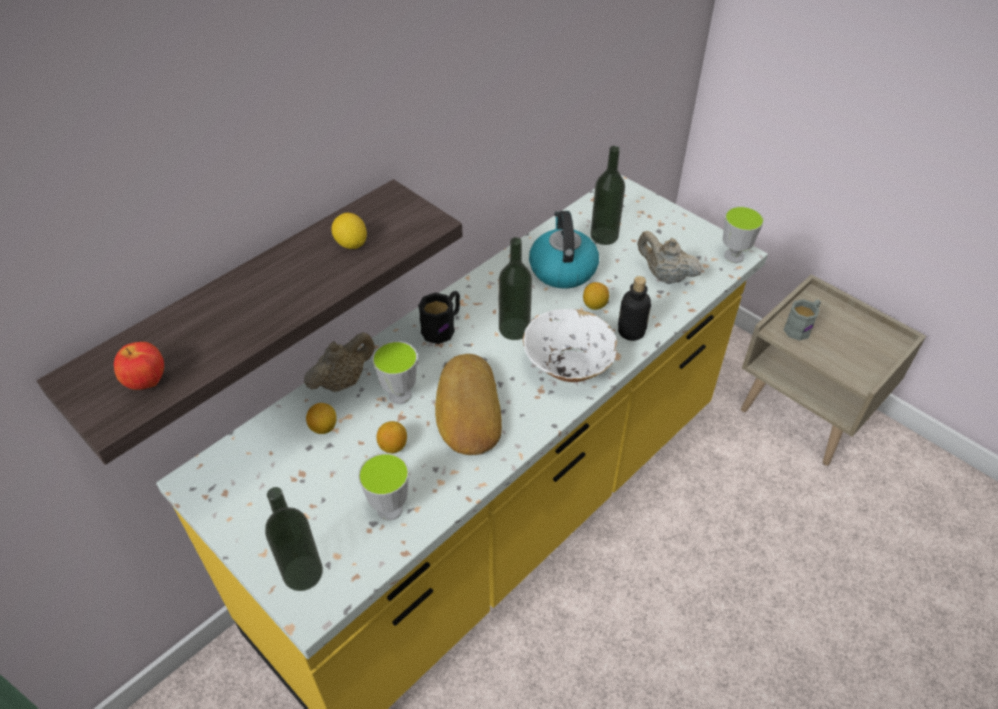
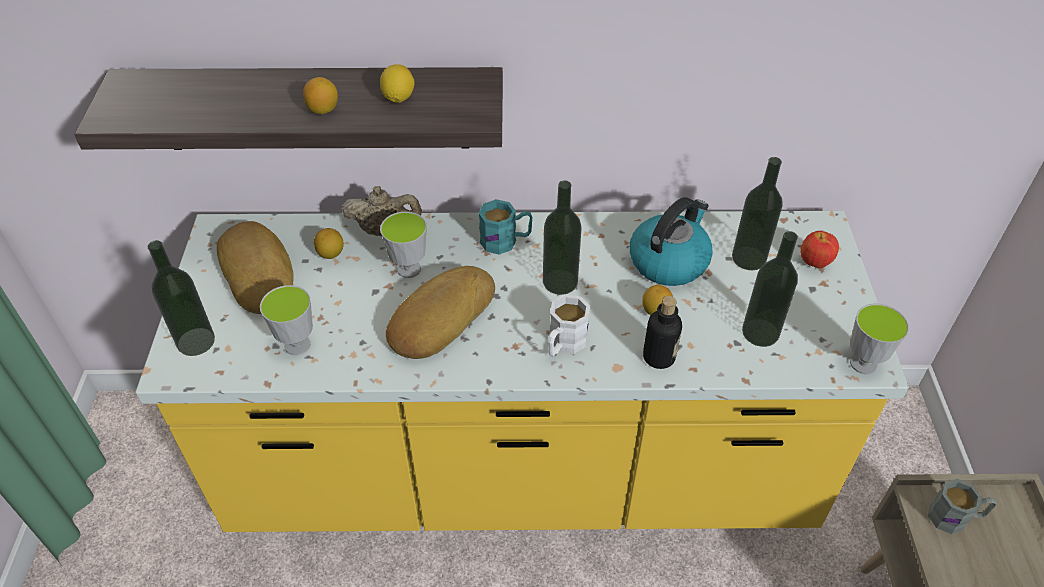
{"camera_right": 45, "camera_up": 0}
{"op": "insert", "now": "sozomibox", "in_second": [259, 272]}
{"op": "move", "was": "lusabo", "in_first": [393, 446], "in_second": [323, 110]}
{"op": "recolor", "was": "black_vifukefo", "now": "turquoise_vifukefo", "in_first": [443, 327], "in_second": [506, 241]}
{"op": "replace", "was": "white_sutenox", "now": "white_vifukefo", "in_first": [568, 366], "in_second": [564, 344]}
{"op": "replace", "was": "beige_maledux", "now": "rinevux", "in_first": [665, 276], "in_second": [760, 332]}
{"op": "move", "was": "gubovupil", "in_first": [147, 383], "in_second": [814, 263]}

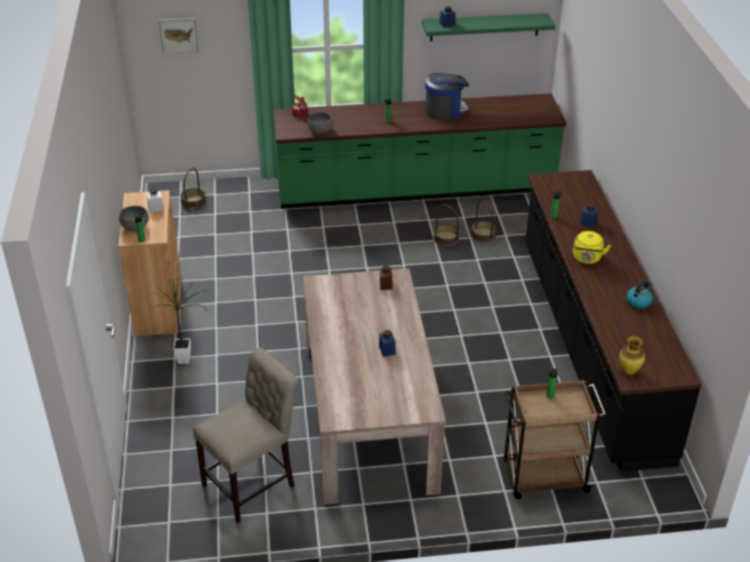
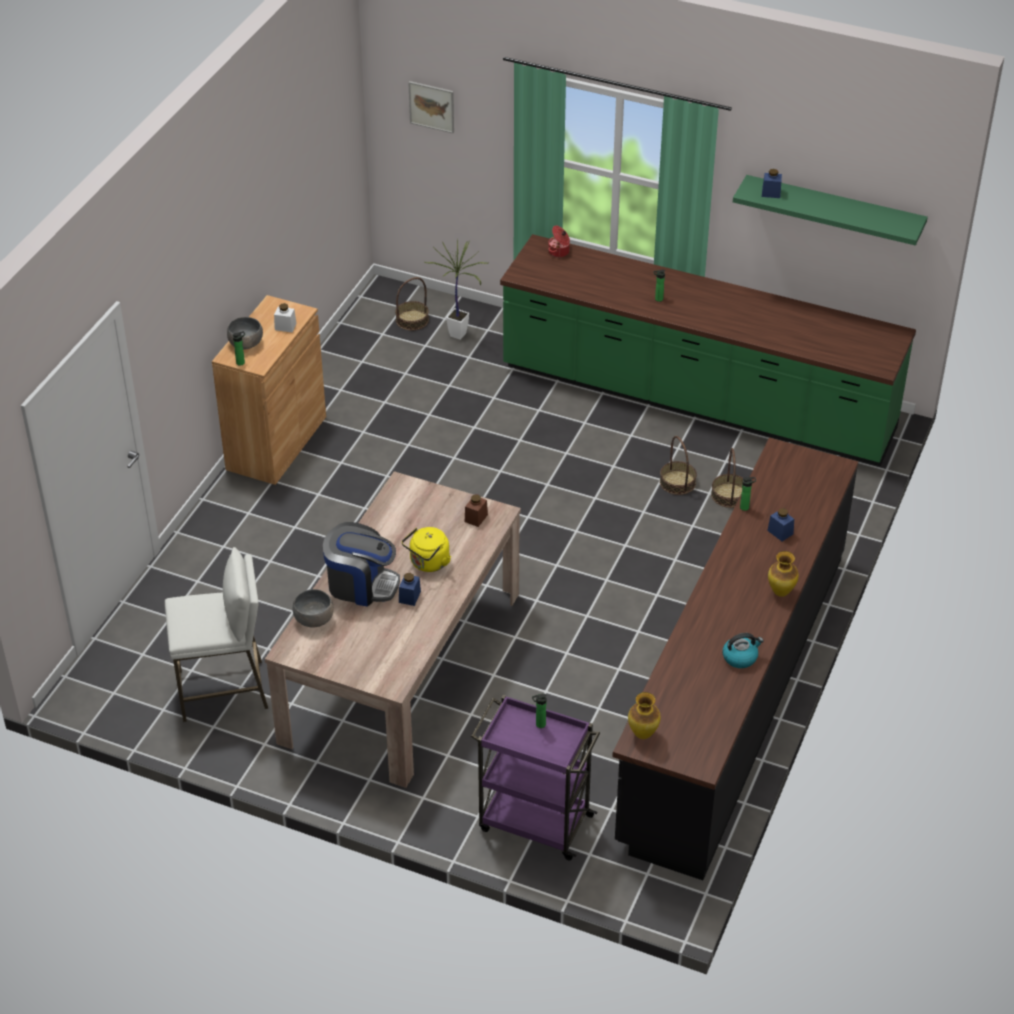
{"camera_right": 30, "camera_up": 5}
{"op": "replace", "was": "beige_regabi", "now": "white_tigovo", "in_first": [253, 484], "in_second": [223, 690]}
{"op": "move", "was": "grey_sutenox", "in_first": [320, 131], "in_second": [314, 619]}
{"op": "move", "was": "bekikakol", "in_first": [445, 111], "in_second": [361, 585]}
{"op": "move", "was": "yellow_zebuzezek", "in_first": [587, 259], "in_second": [428, 563]}
{"op": "move", "was": "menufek", "in_first": [187, 361], "in_second": [460, 337]}
{"op": "recolor", "was": "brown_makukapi", "now": "purple_makukapi", "in_first": [543, 478], "in_second": [533, 822]}
{"op": "insert", "now": "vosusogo", "in_second": [780, 592]}

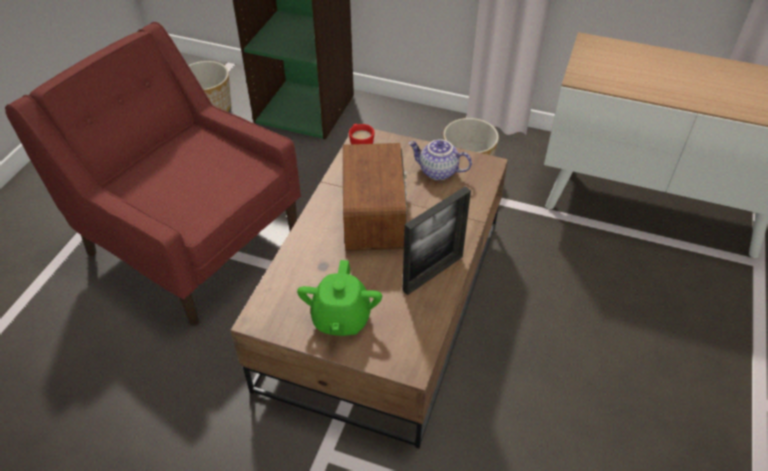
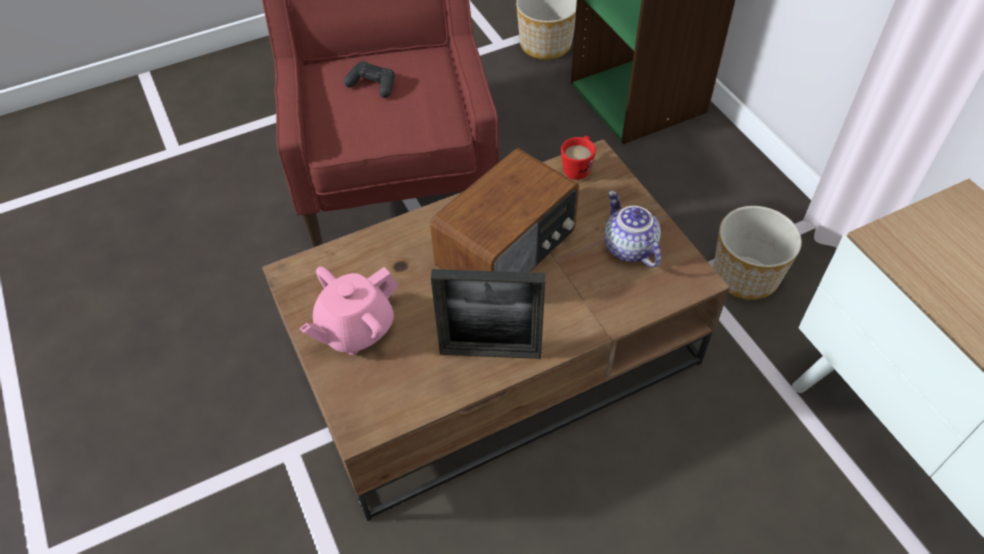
{"camera_right": 45, "camera_up": 5}
{"op": "recolor", "was": "green_maledux", "now": "pink_maledux", "in_first": [341, 319], "in_second": [355, 329]}
{"op": "insert", "now": "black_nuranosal", "in_second": [372, 85]}

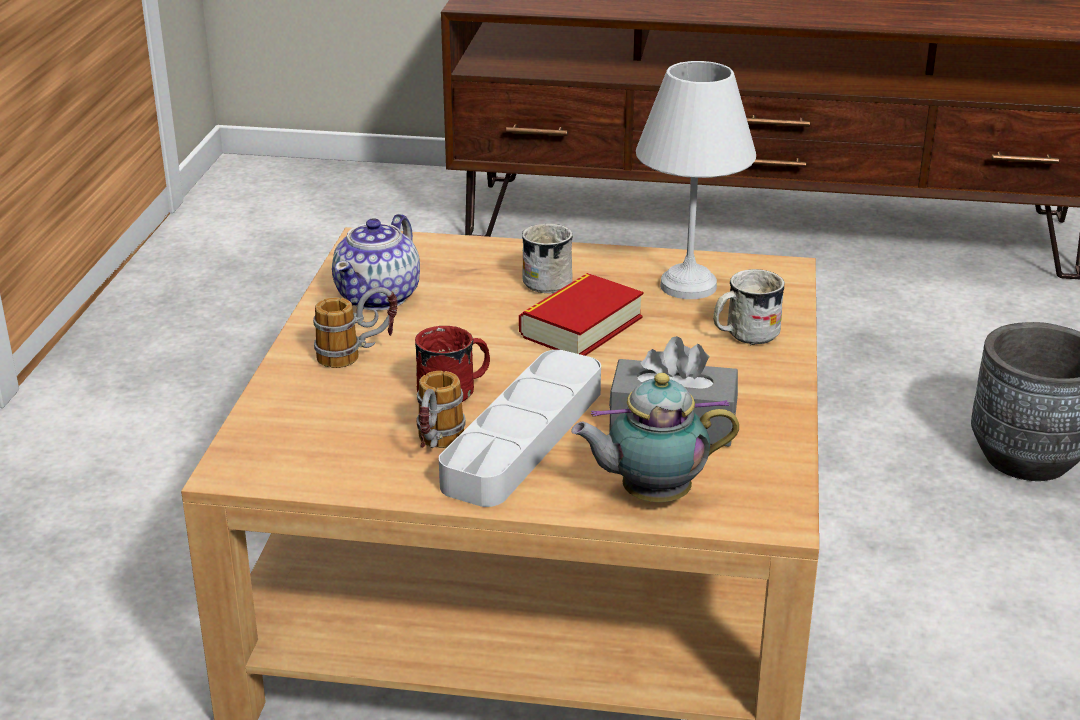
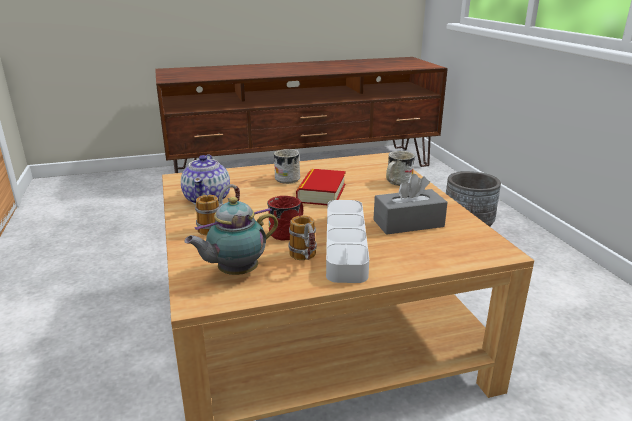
{"camera_right": -25, "camera_up": -5}
{"op": "move", "was": "maledux", "in_first": [650, 495], "in_second": [235, 273]}
{"op": "delete", "was": "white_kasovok", "in_first": [691, 286]}

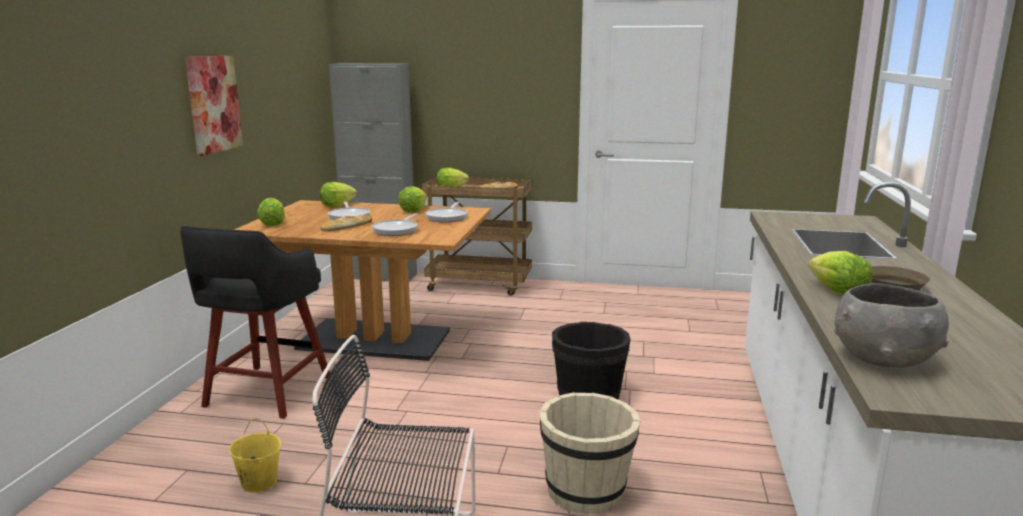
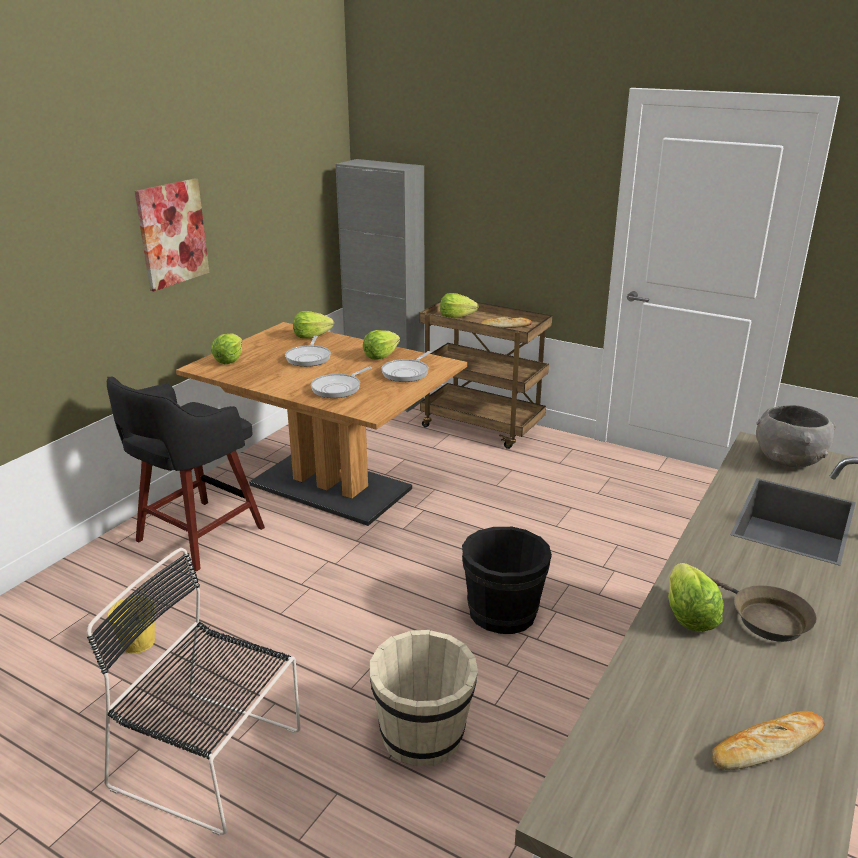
{"camera_right": 20, "camera_up": 10}
{"op": "move", "was": "sozomibox", "in_first": [346, 227], "in_second": [766, 745]}
{"op": "move", "was": "grey_sutenox", "in_first": [882, 359], "in_second": [788, 460]}

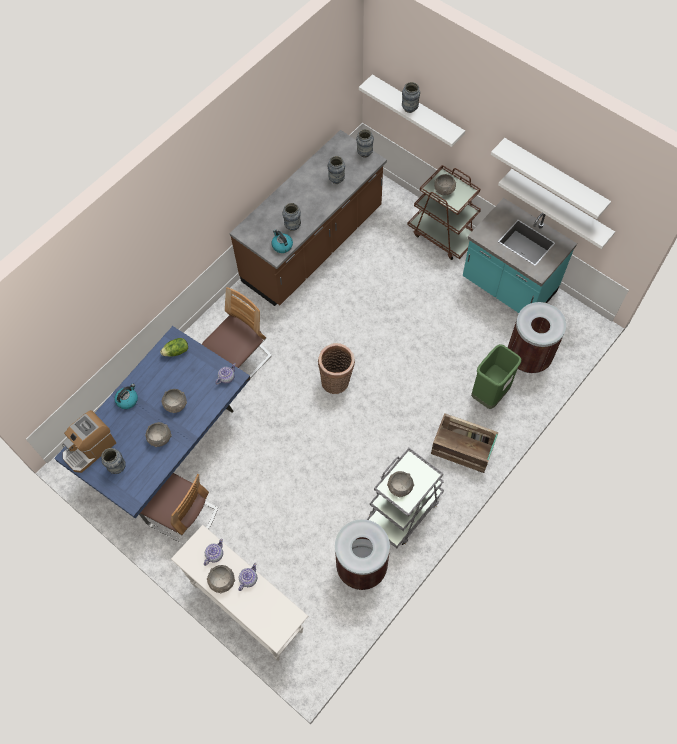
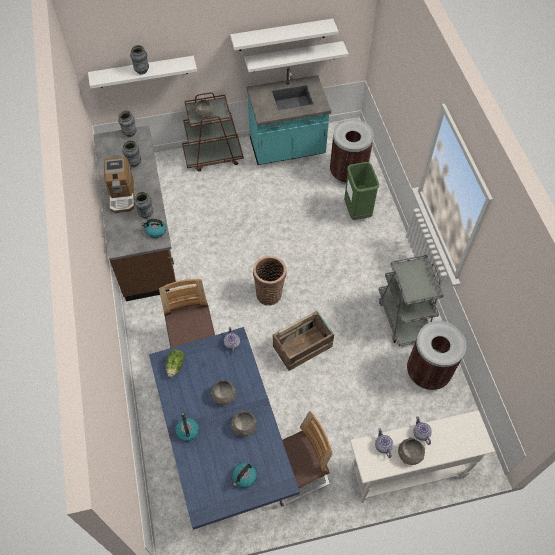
{"camera_right": -55, "camera_up": -5}
{"op": "move", "was": "bekikakol", "in_first": [90, 449], "in_second": [122, 195]}
{"op": "replace", "was": "vosusogo", "now": "zebuzezek", "in_first": [117, 467], "in_second": [244, 477]}
{"op": "move", "was": "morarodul", "in_first": [463, 449], "in_second": [303, 346]}
{"op": "delete", "was": "grey_sutenox", "in_first": [399, 487]}

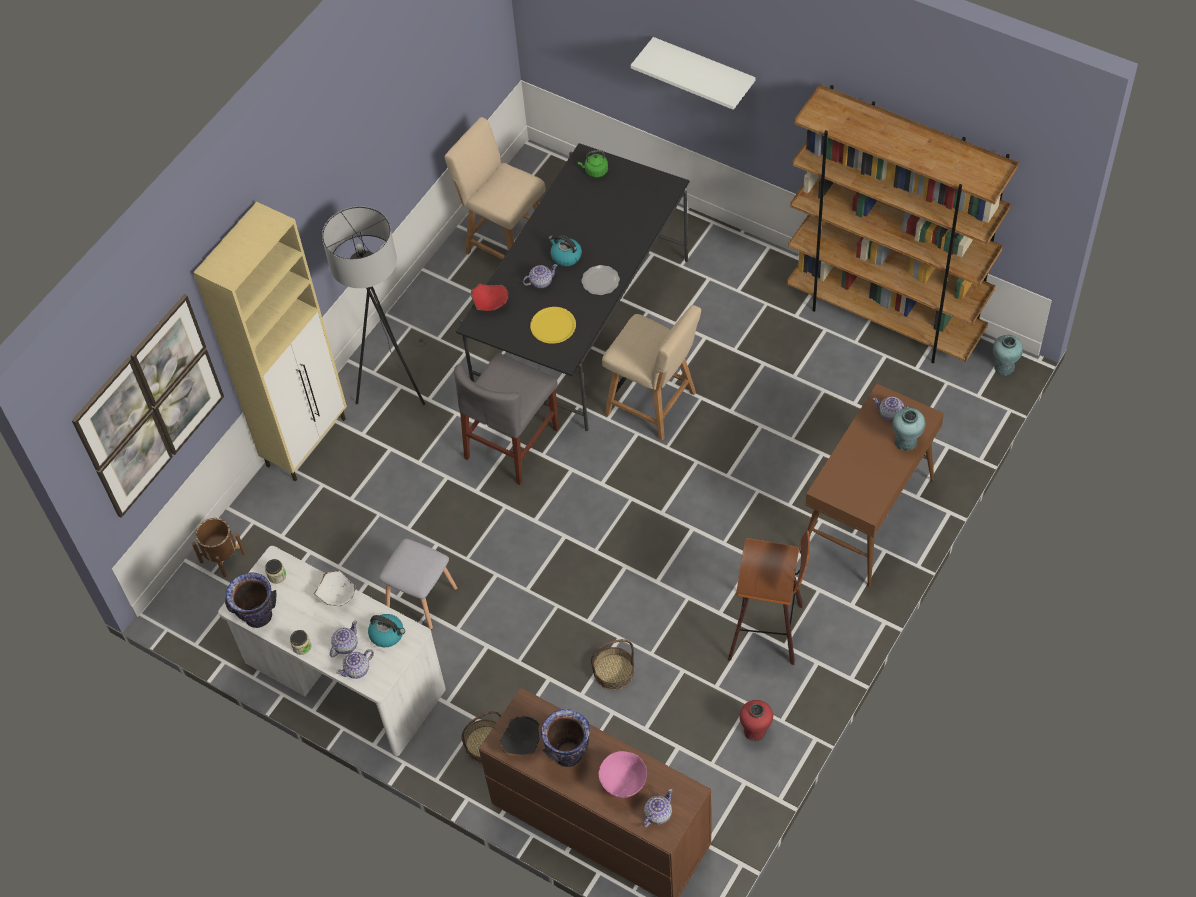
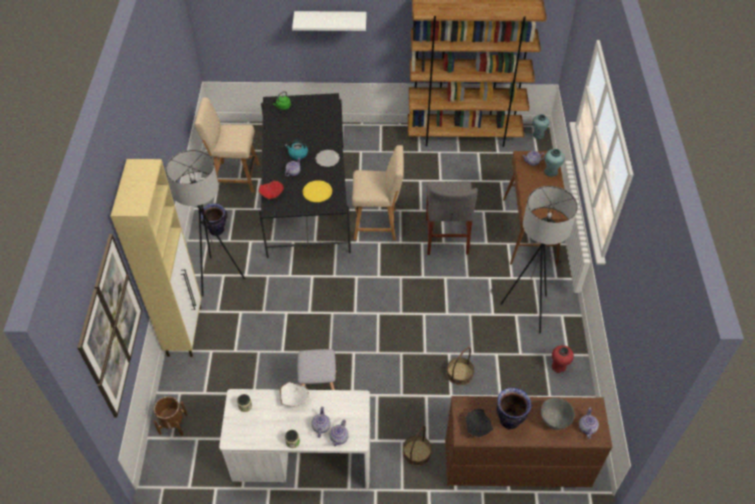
{"camera_right": -35, "camera_up": -5}
{"op": "move", "was": "vosusogo", "in_first": [258, 616], "in_second": [216, 230]}
{"op": "move", "was": "grey_regabi", "in_first": [512, 443], "in_second": [446, 236]}
{"op": "replace", "was": "tigovo", "now": "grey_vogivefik", "in_first": [768, 629], "in_second": [524, 310]}
{"op": "recolor", "was": "pink_sutenox", "now": "grey_sutenox", "in_first": [624, 784], "in_second": [555, 421]}
{"op": "delete", "was": "zebuzezek", "in_first": [387, 634]}

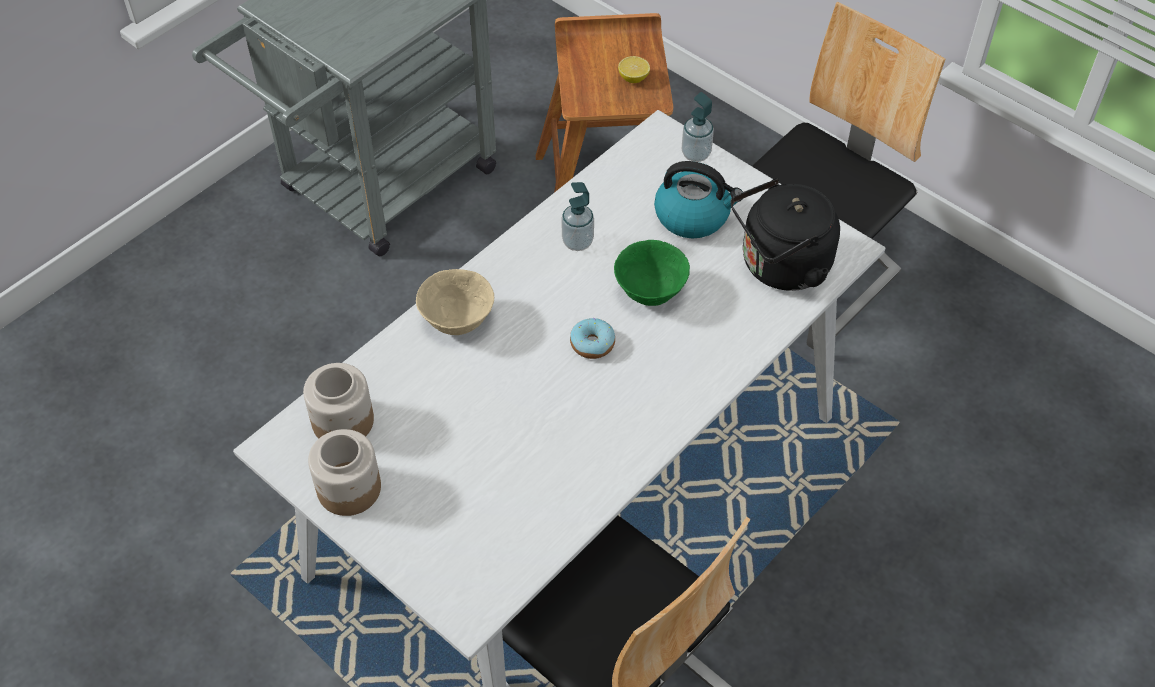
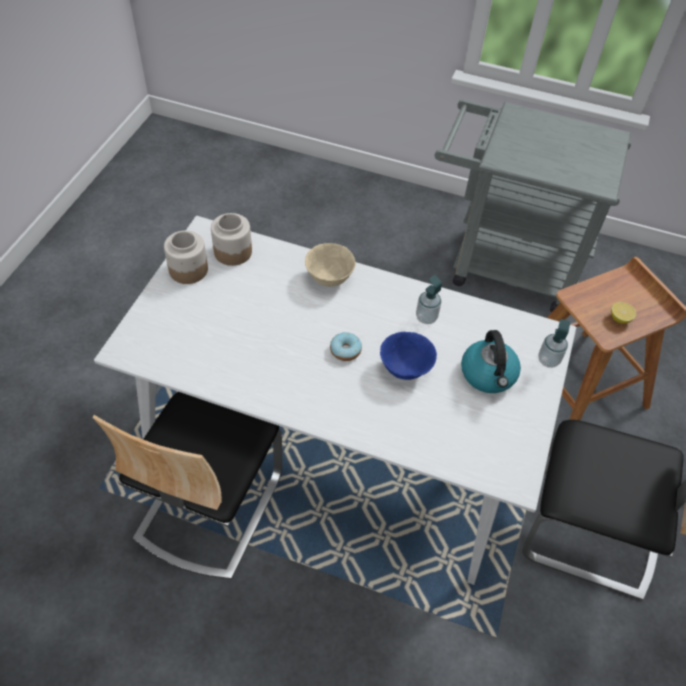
{"camera_right": 65, "camera_up": 0}
{"op": "recolor", "was": "green_sutenox", "now": "blue_sutenox", "in_first": [650, 292], "in_second": [405, 369]}
{"op": "delete", "was": "black_zebuzezek", "in_first": [780, 267]}

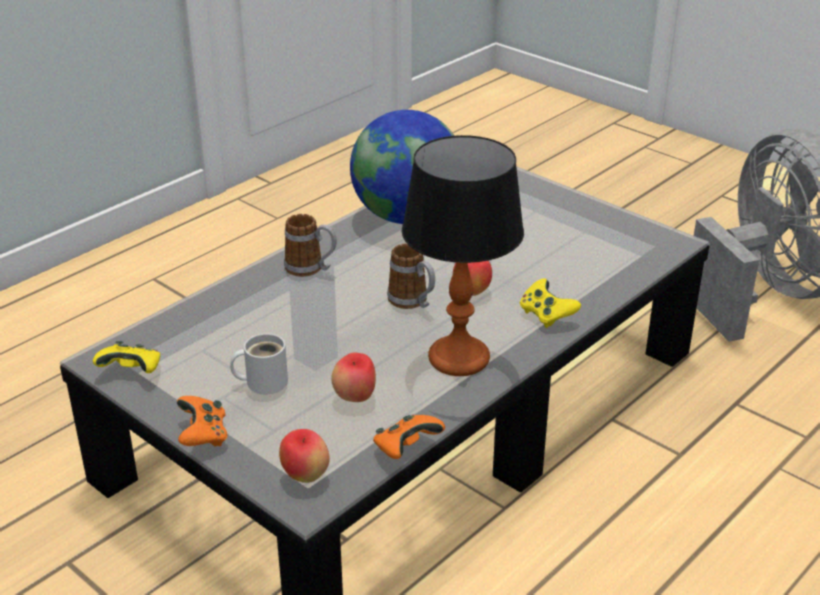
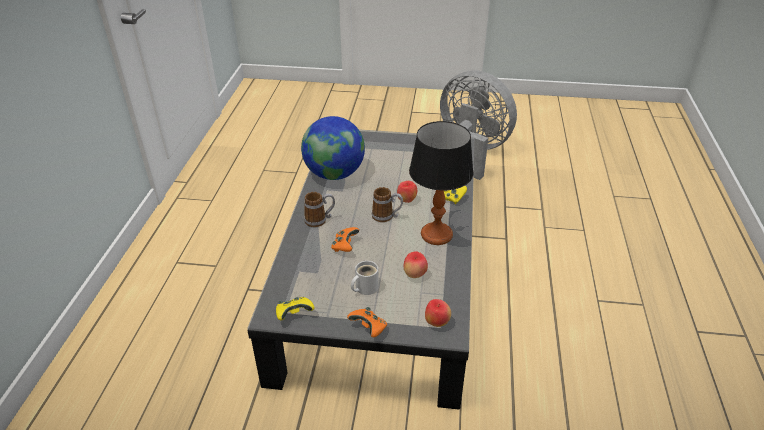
{"camera_right": -35, "camera_up": 5}
{"op": "move", "was": "orange_nuranosal", "in_first": [406, 448], "in_second": [345, 246]}

